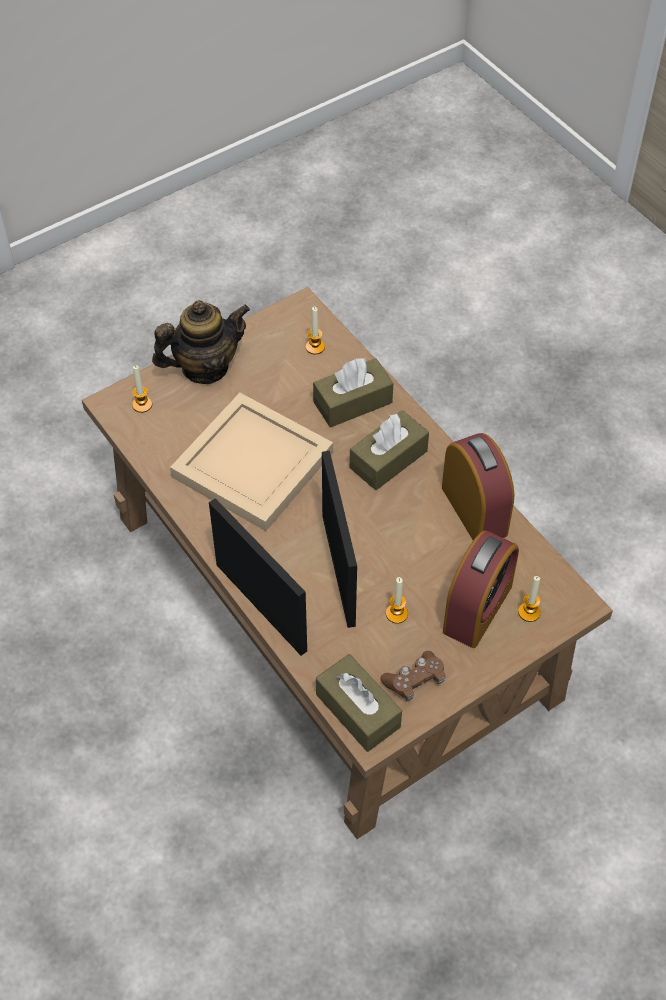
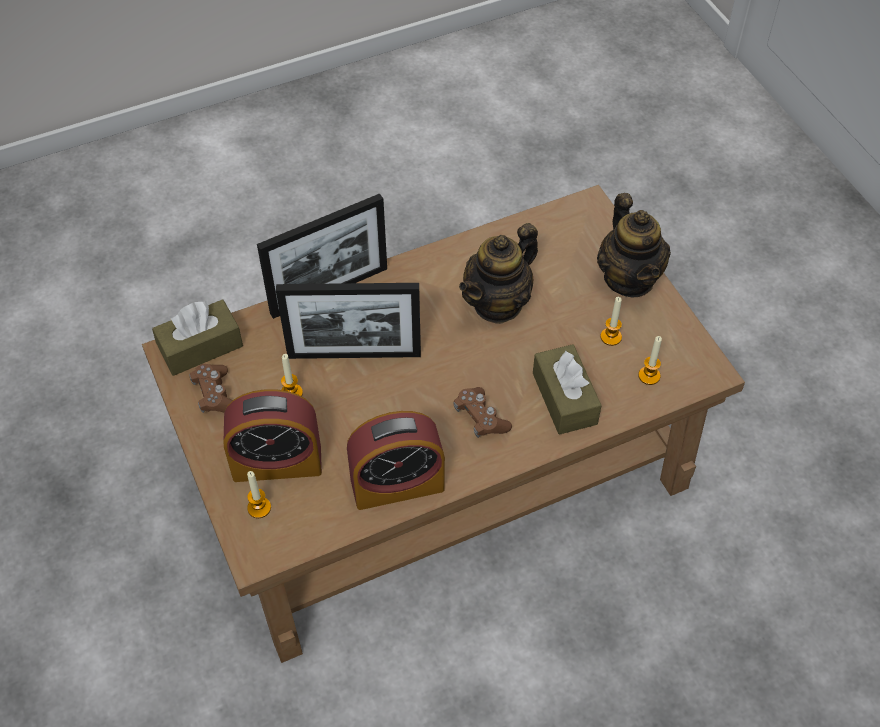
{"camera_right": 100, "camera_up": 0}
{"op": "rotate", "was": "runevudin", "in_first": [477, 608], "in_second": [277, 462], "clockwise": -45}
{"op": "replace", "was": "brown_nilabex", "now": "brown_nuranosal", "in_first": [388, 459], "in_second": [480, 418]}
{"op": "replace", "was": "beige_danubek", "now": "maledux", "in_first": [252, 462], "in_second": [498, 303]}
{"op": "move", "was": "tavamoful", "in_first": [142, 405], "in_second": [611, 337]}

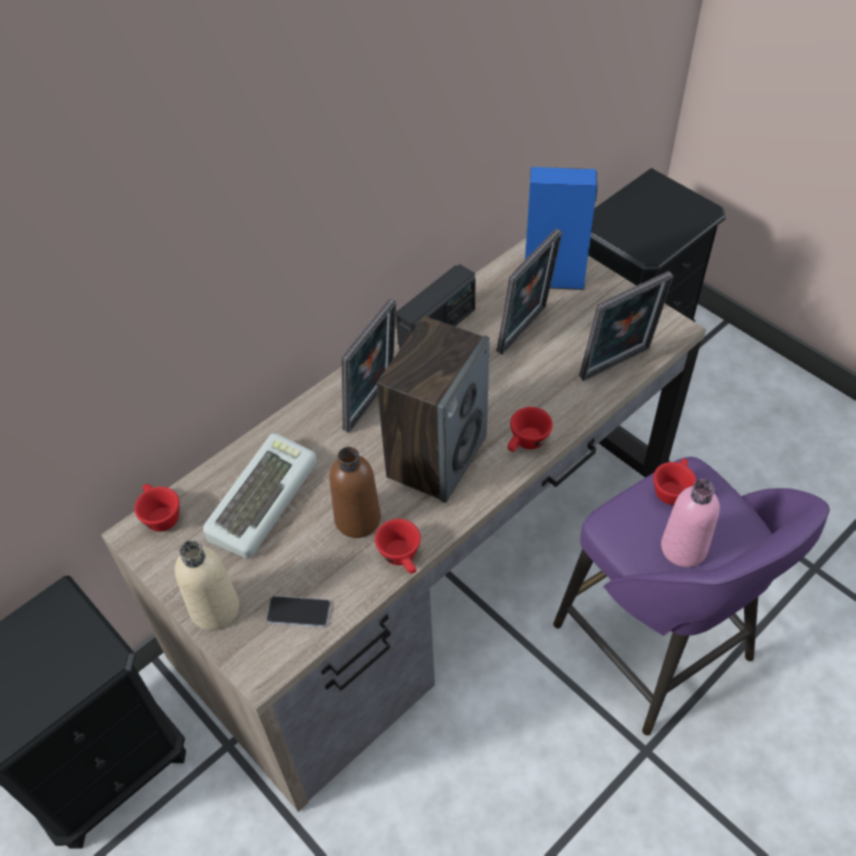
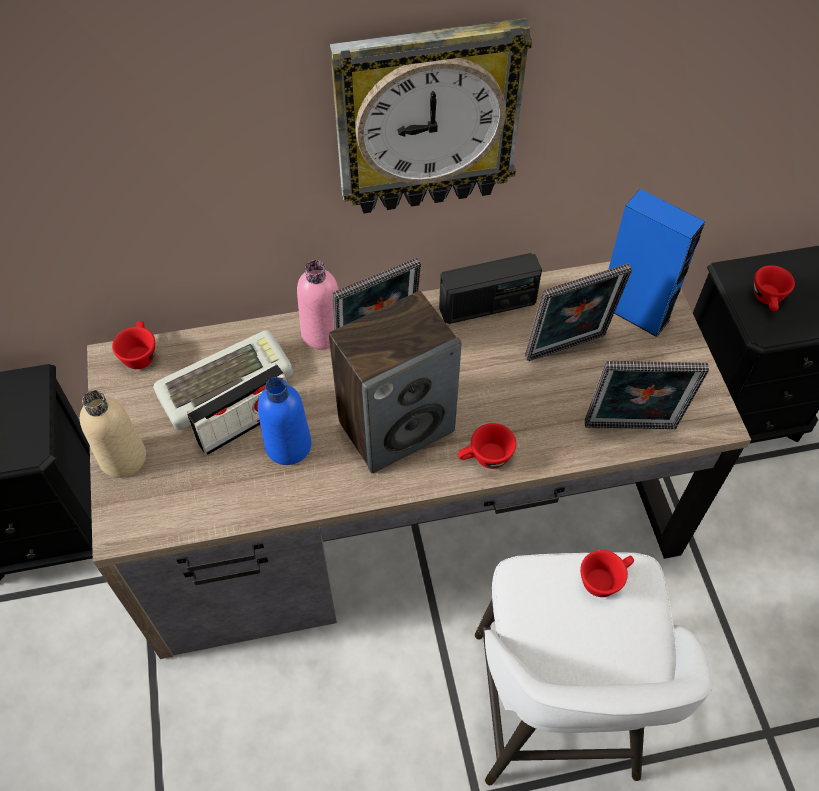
{"camera_right": 30, "camera_up": 5}
{"op": "insert", "now": "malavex", "in_second": [244, 424]}
{"op": "recolor", "was": "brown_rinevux", "now": "blue_rinevux", "in_first": [357, 519], "in_second": [288, 445]}
{"op": "move", "was": "pink_rinevux", "in_first": [683, 548], "in_second": [323, 333]}
{"op": "insert", "now": "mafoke", "in_second": [426, 119]}
{"op": "recolor", "was": "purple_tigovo", "now": "white_tigovo", "in_first": [656, 646], "in_second": [555, 710]}
{"op": "move", "was": "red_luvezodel", "in_first": [402, 558], "in_second": [768, 300]}
{"op": "delete", "was": "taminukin", "in_first": [298, 612]}

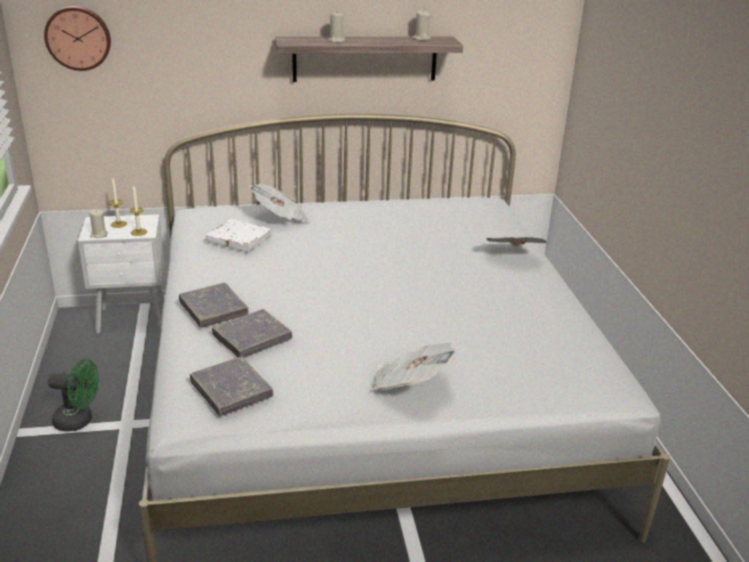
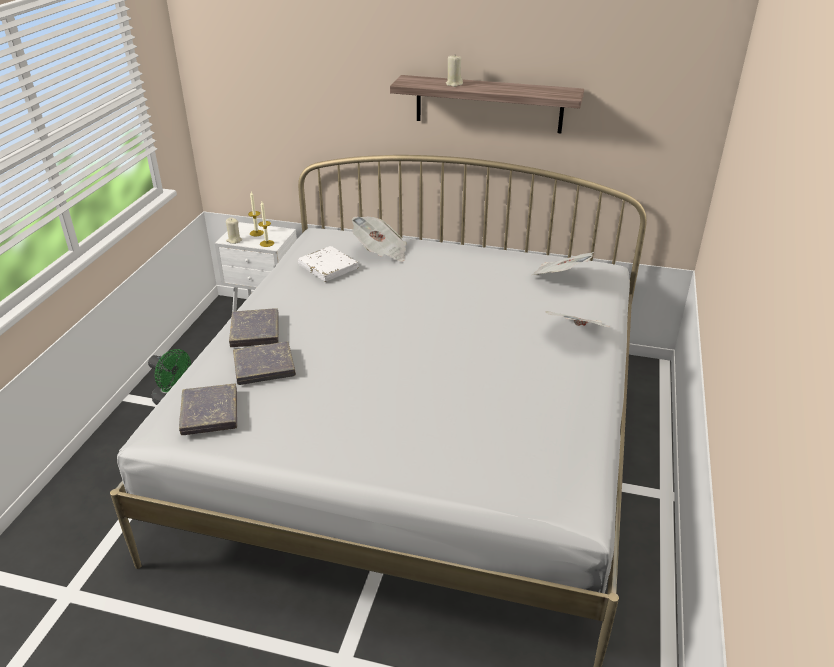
{"camera_right": 25, "camera_up": 5}
{"op": "move", "was": "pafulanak", "in_first": [410, 384], "in_second": [560, 278]}
{"op": "delete", "was": "mafoke", "in_first": [78, 37]}
{"op": "delete", "was": "beige_tavamoful", "in_first": [421, 39]}

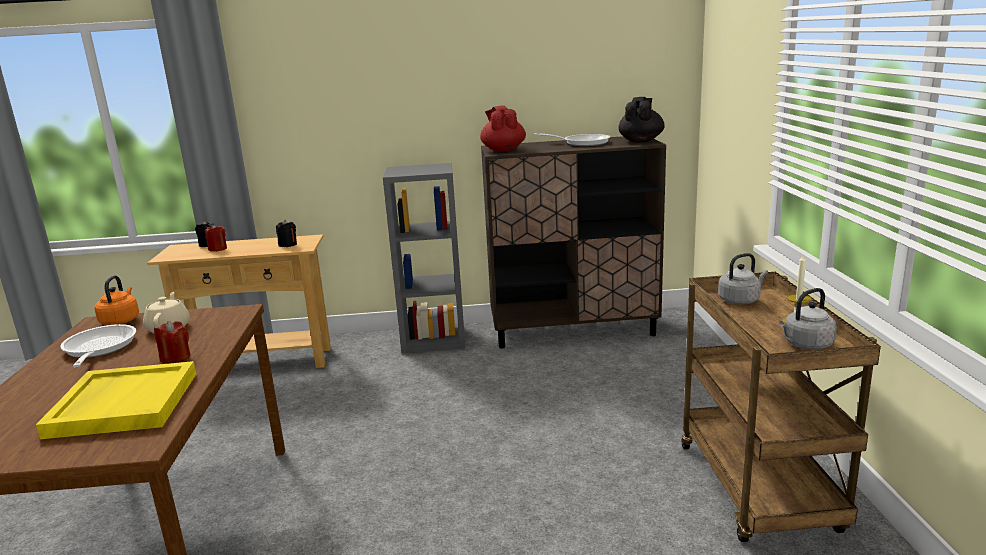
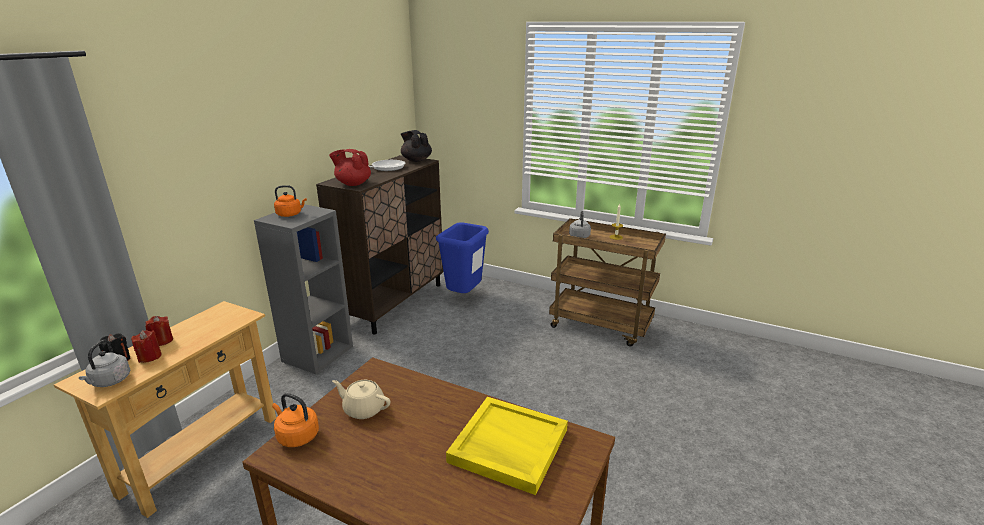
{"camera_right": -60, "camera_up": 5}
{"op": "move", "was": "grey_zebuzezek", "in_first": [806, 345], "in_second": [109, 381]}
{"op": "move", "was": "red_tavamoful", "in_first": [176, 357], "in_second": [162, 341]}
{"op": "insert", "now": "orange_zebuzezek", "in_second": [290, 214]}
{"op": "insert", "now": "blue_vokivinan", "in_second": [464, 296]}
{"op": "delete", "was": "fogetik", "in_first": [98, 349]}
{"op": "delete", "was": "black_tavamoful", "in_first": [288, 245]}

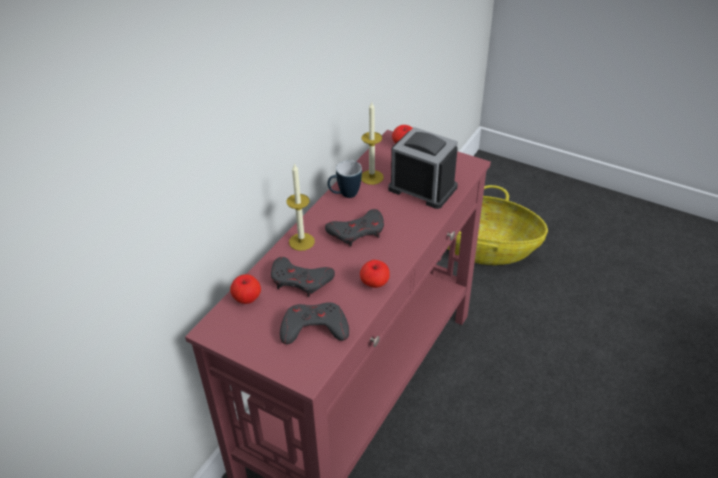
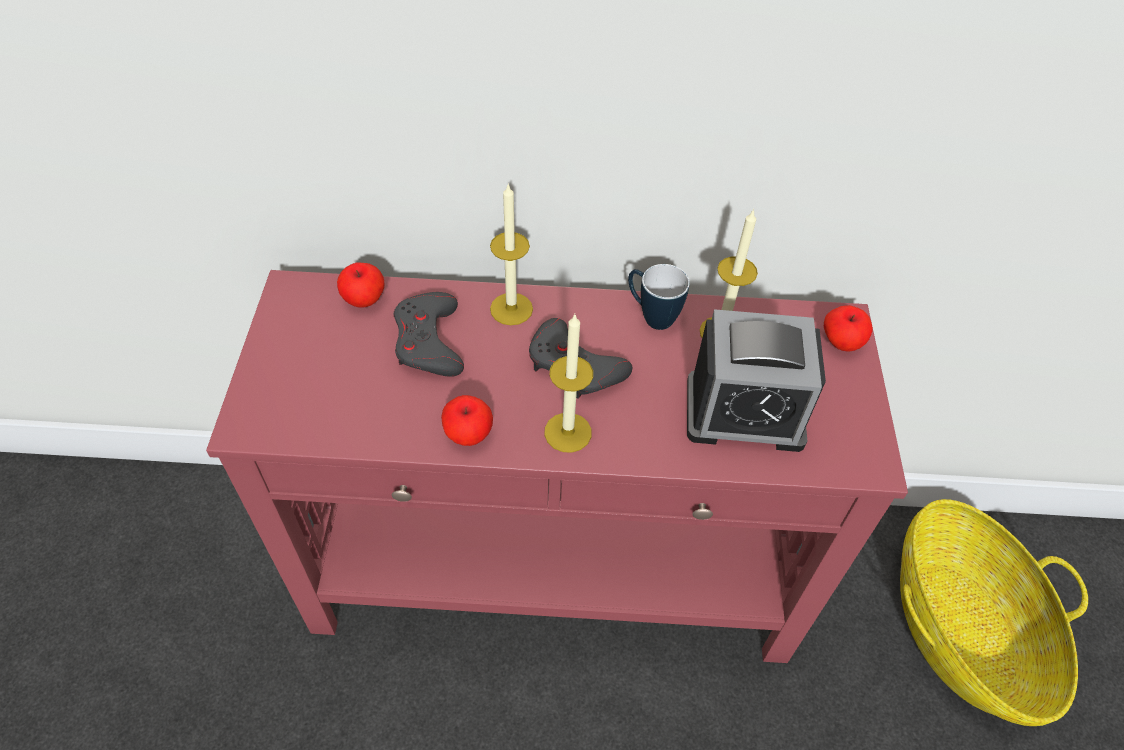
{"camera_right": 60, "camera_up": 10}
{"op": "insert", "now": "tavamoful", "in_second": [568, 432]}
{"op": "rotate", "was": "runevudin", "in_first": [422, 188], "in_second": [744, 412], "clockwise": 90}
{"op": "delete", "was": "grey_nuranosal", "in_first": [314, 328]}

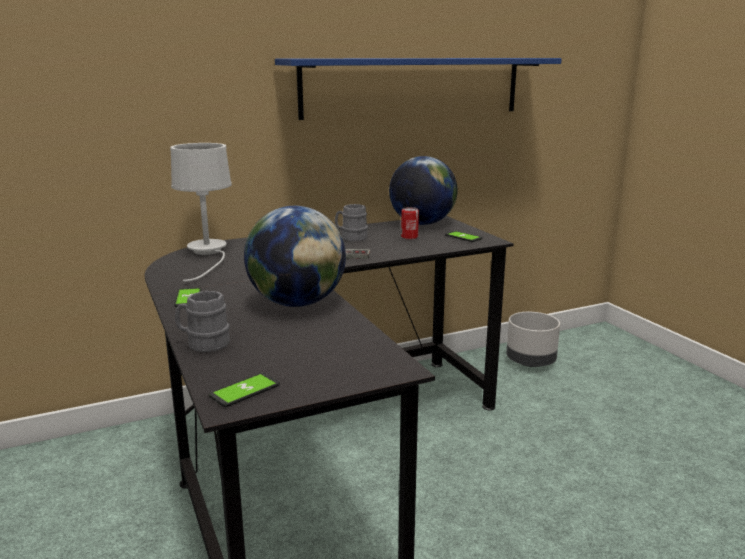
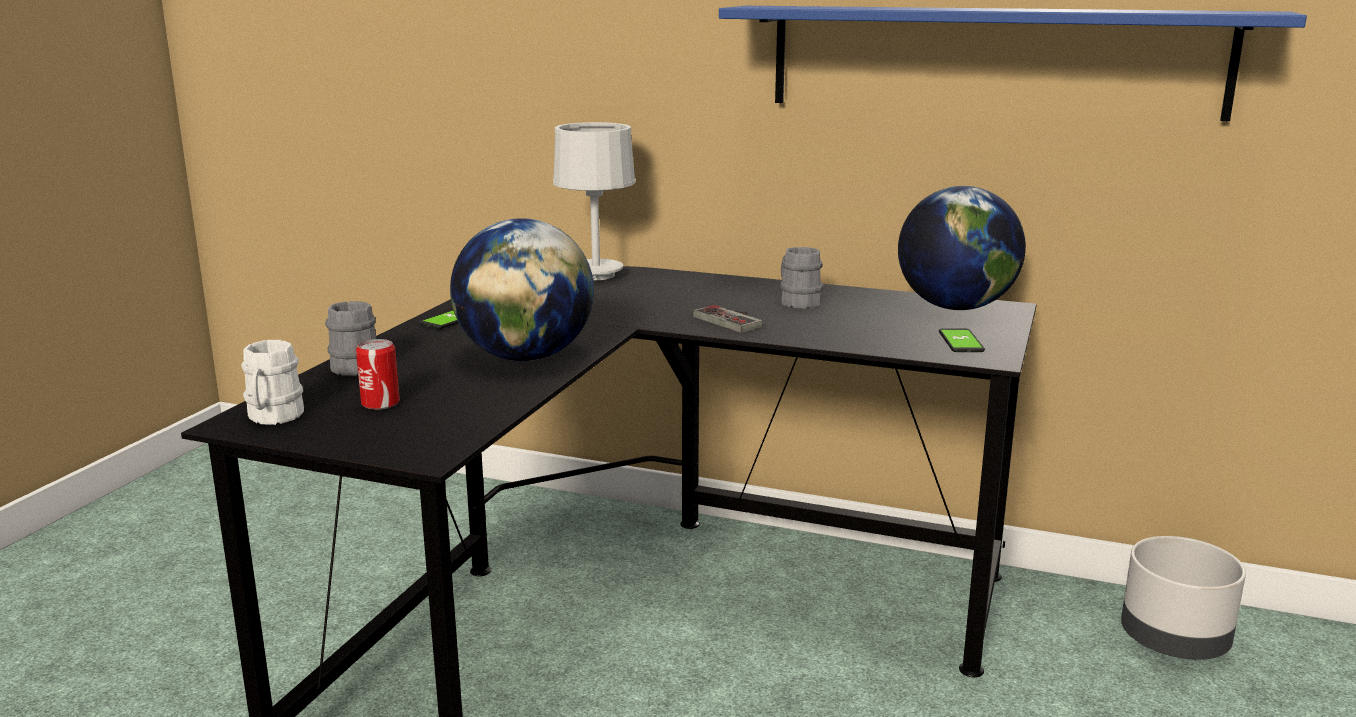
{"camera_right": 45, "camera_up": 0}
{"op": "replace", "was": "taminukin", "now": "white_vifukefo", "in_first": [245, 391], "in_second": [273, 417]}
{"op": "move", "was": "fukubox", "in_first": [409, 237], "in_second": [380, 403]}

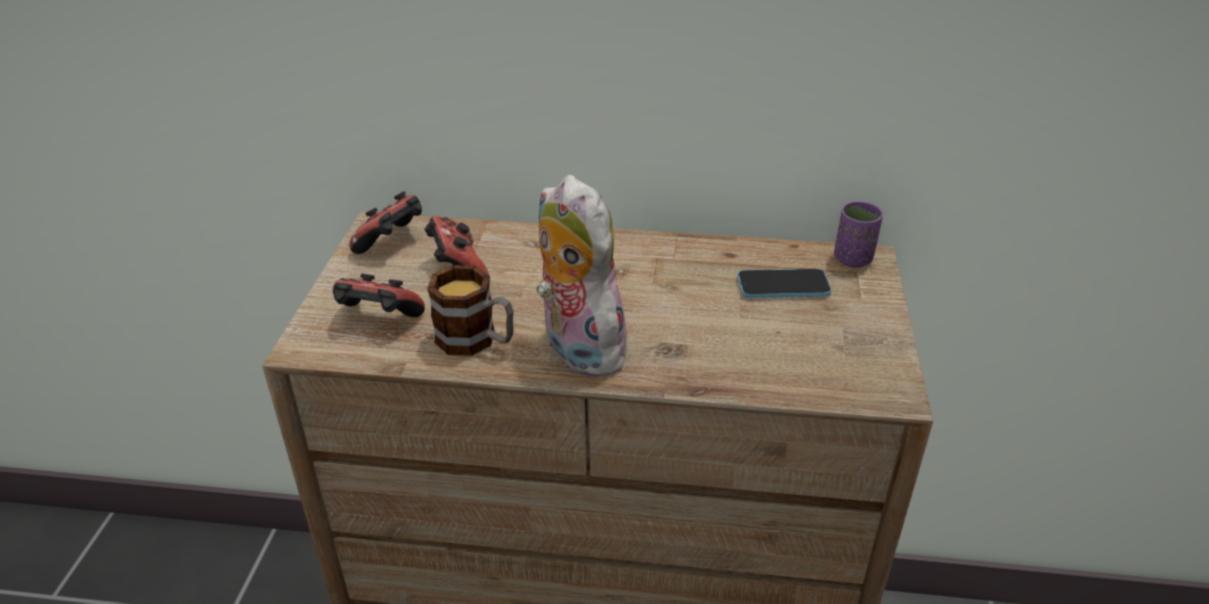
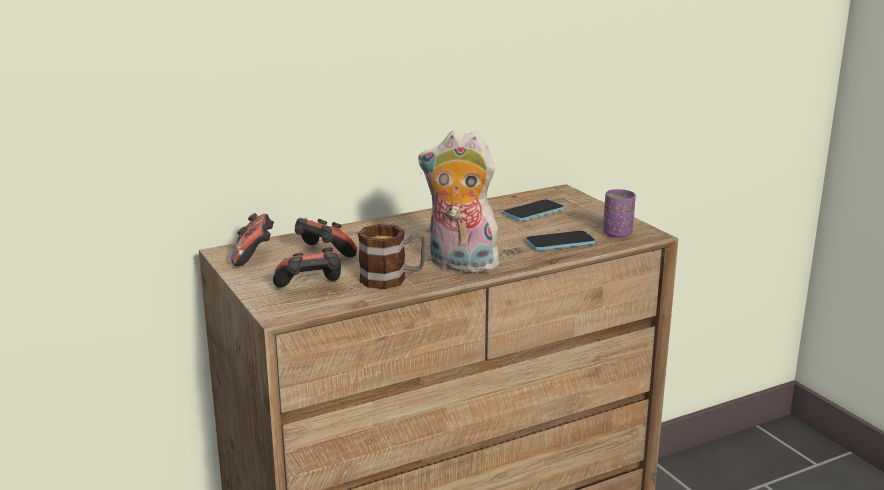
{"camera_right": -35, "camera_up": -15}
{"op": "insert", "now": "taminukin", "in_second": [560, 243]}
{"op": "move", "was": "purple_luvezodel", "in_first": [853, 259], "in_second": [617, 234]}

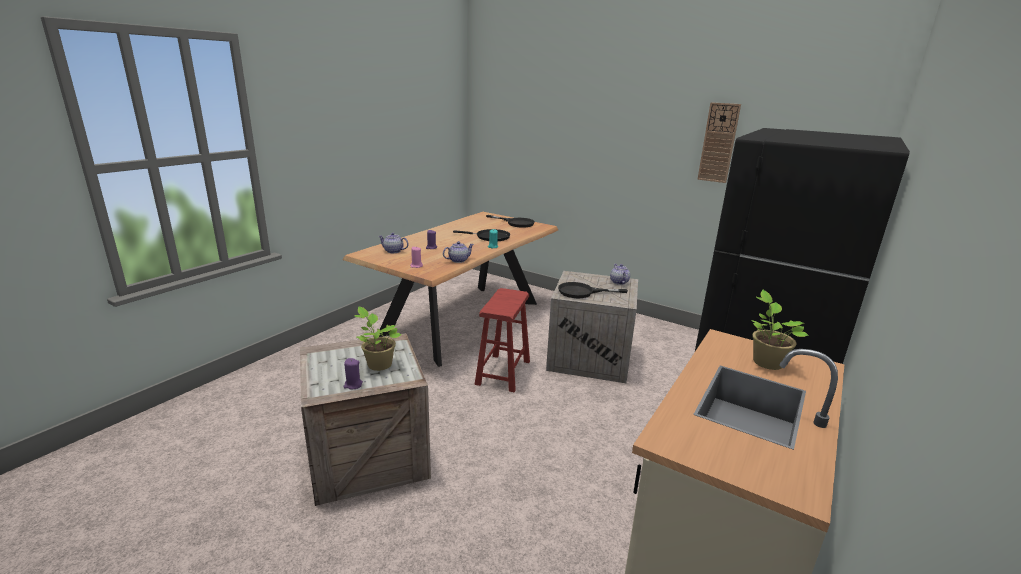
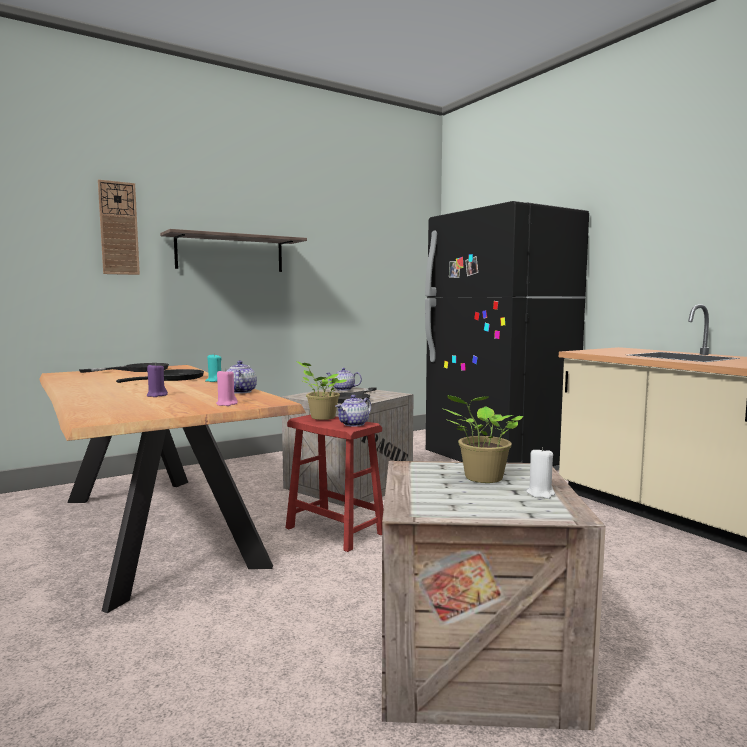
{"camera_right": -65, "camera_up": -15}
{"op": "move", "was": "mafoke", "in_first": [718, 143], "in_second": [119, 228]}
{"op": "insert", "now": "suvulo", "in_second": [230, 253]}
{"op": "move", "was": "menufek", "in_first": [766, 361], "in_second": [321, 417]}
{"op": "move", "was": "maledux", "in_first": [393, 251], "in_second": [354, 424]}
{"op": "recolor", "was": "purple_tavamoful", "now": "white_tavamoful", "in_first": [353, 385], "in_second": [540, 493]}

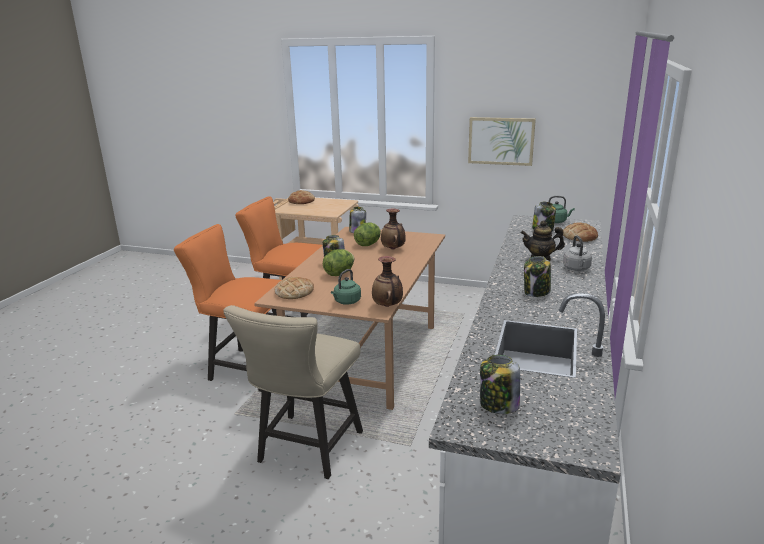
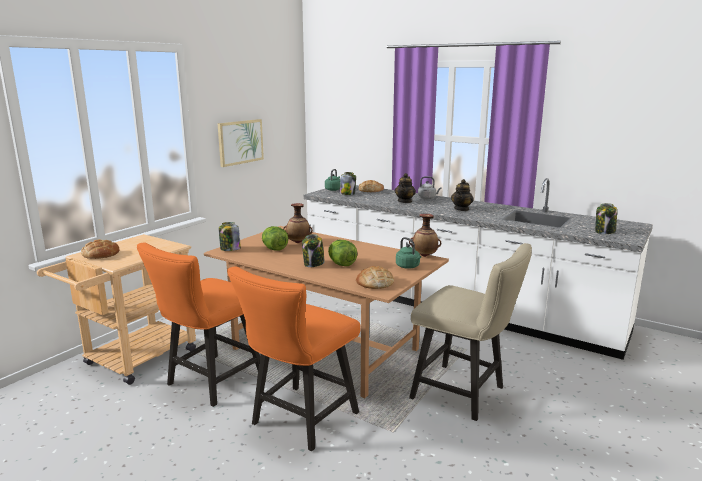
{"camera_right": -75, "camera_up": -5}
{"op": "replace", "was": "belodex", "now": "maledux", "in_first": [536, 292], "in_second": [461, 209]}

